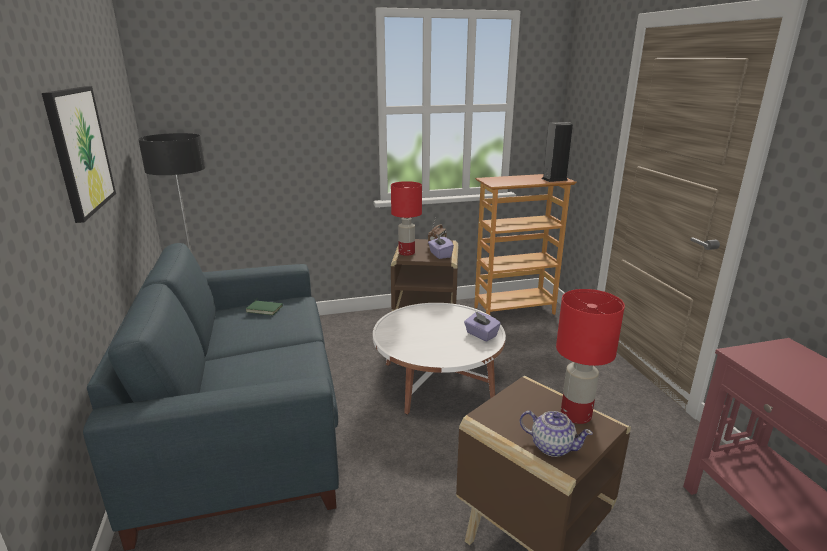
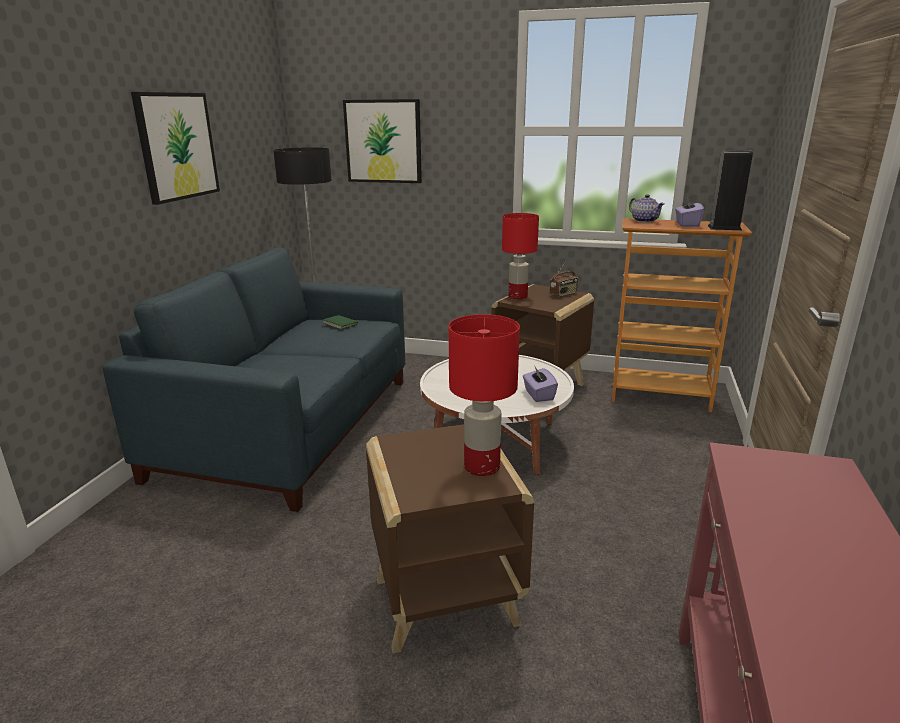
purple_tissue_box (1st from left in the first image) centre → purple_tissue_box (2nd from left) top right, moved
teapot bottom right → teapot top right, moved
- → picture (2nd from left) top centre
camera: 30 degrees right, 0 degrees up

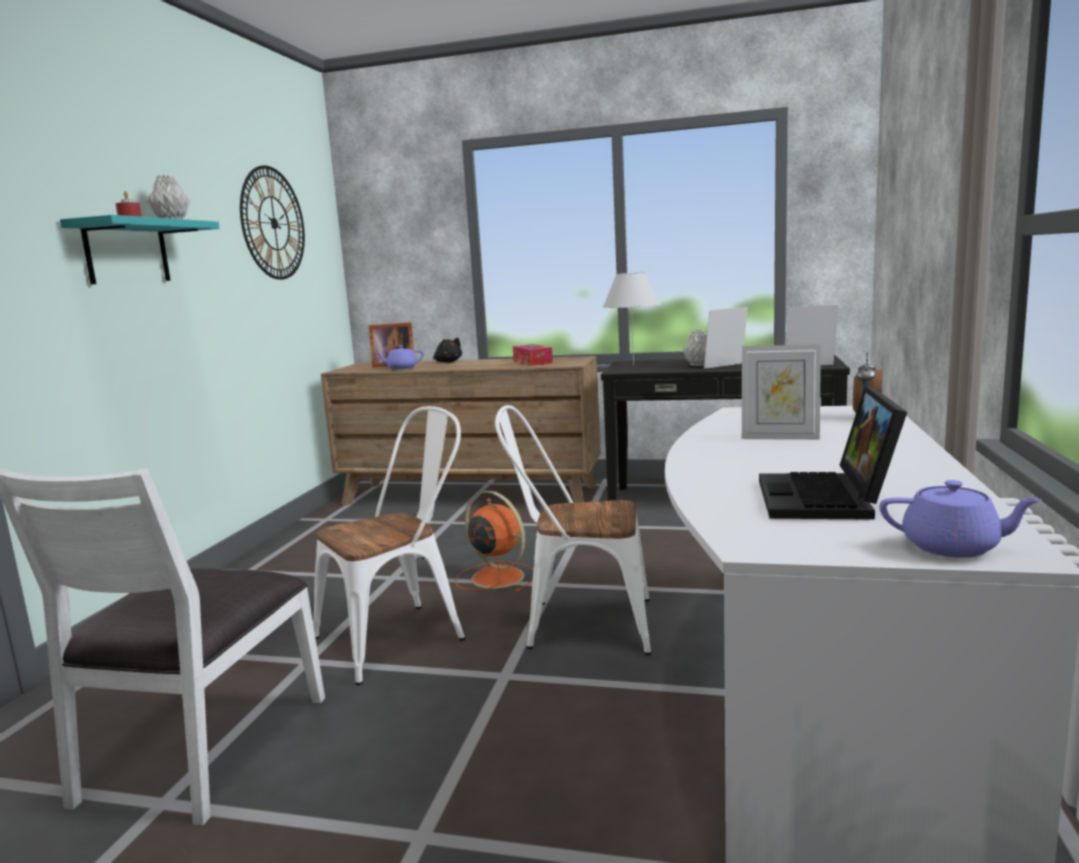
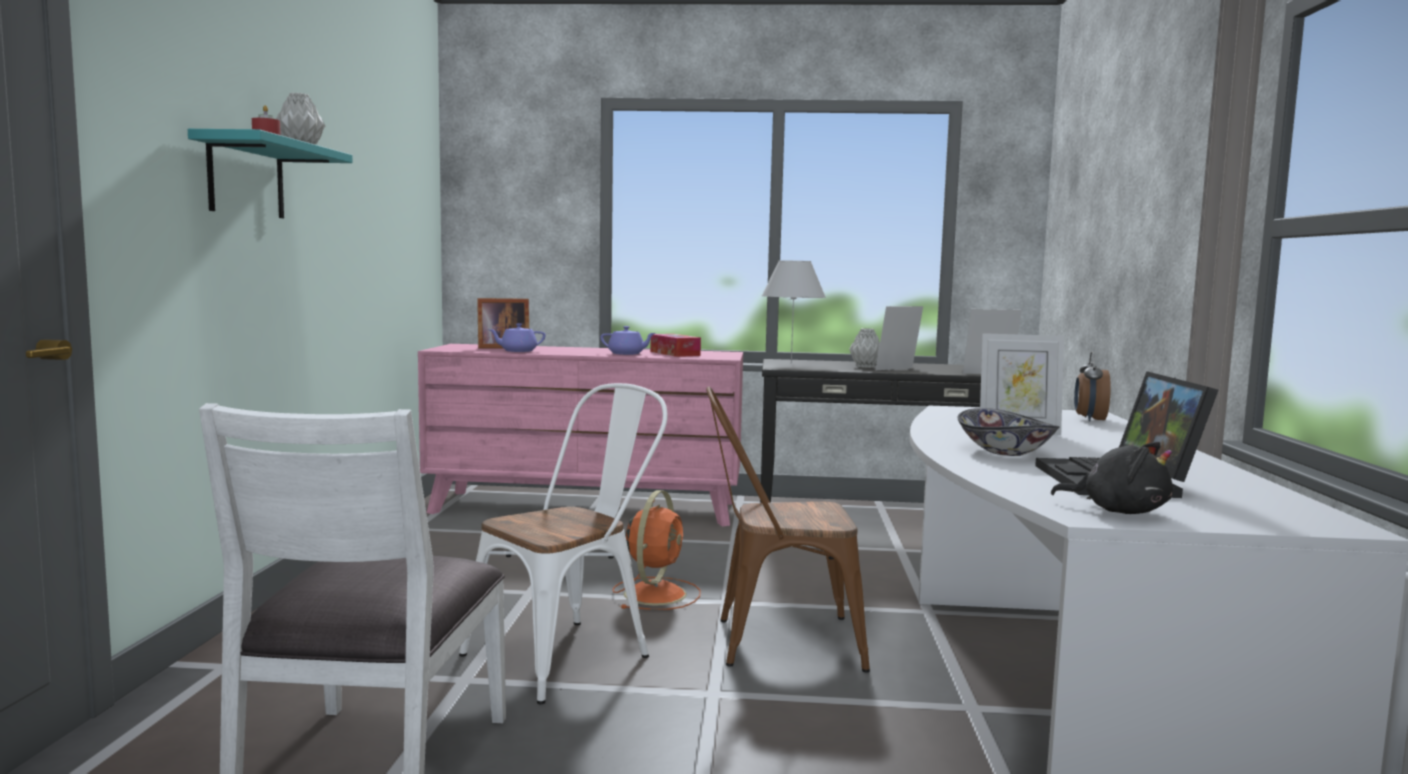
wall_clock top left → -
black_plush_toy centre → black_plush_toy middle right, moved
brown_dresser centre → pink_dresser centre
white_chair (3rd from left) centre → brown_chair bottom centre
purple_teapot (2nd from left) middle right → purple_teapot (2nd from left) centre, moved
orange_fan centre → orange_fan bottom centre, 75 degrees clockwise
- → bowl middle right
camera: 10 degrees left, 5 degrees down

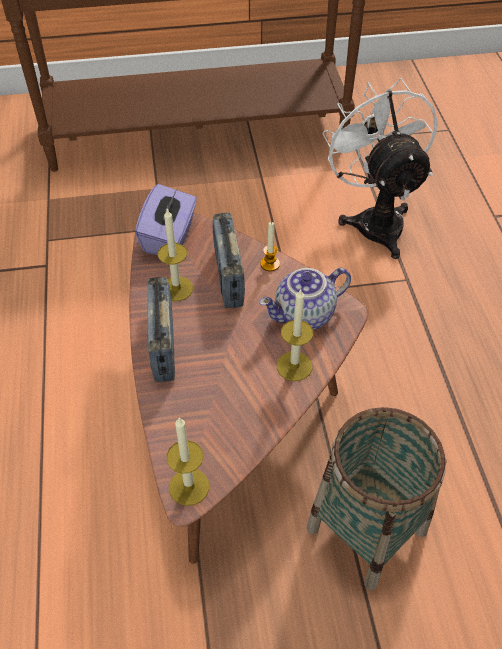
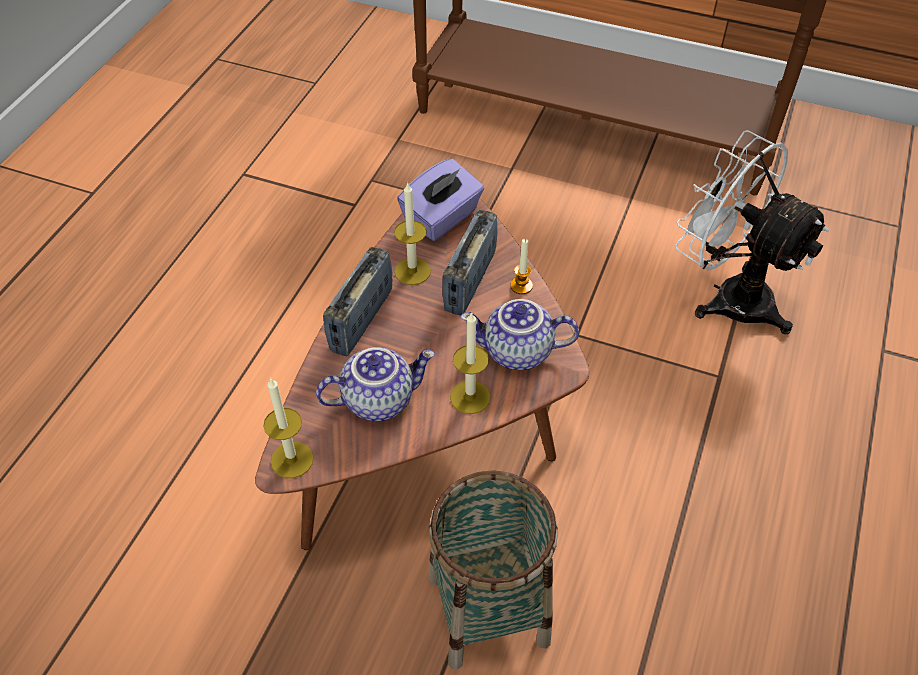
white_fan top right → white_fan middle right, 60 degrees counterclockwise
- → teapot (1st from left) centre
camera: 30 degrees right, 0 degrees up

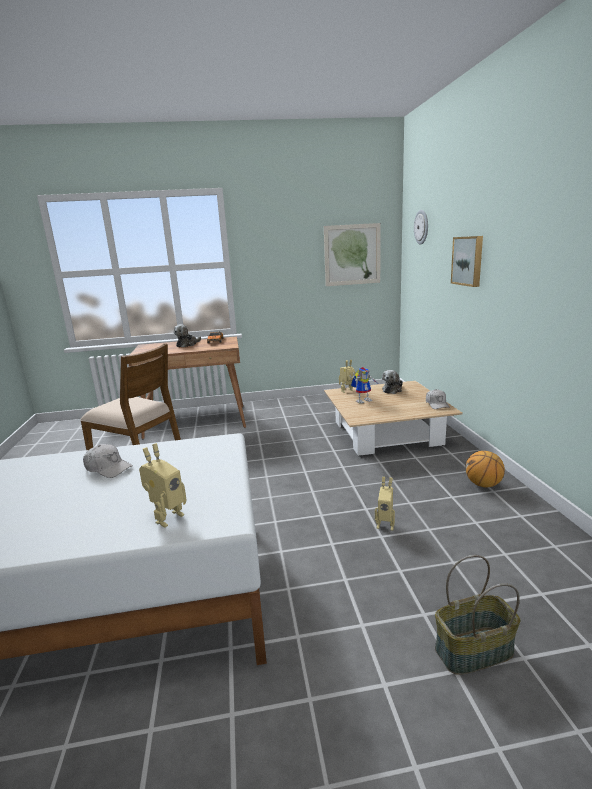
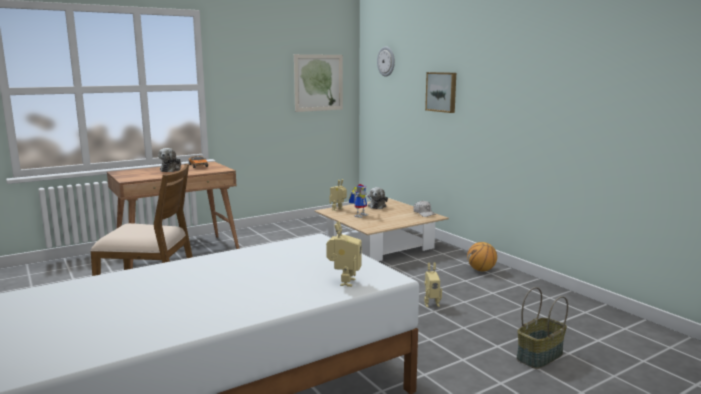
white_cap (1st from left) middle left → -
camera: 25 degrees left, 5 degrees down

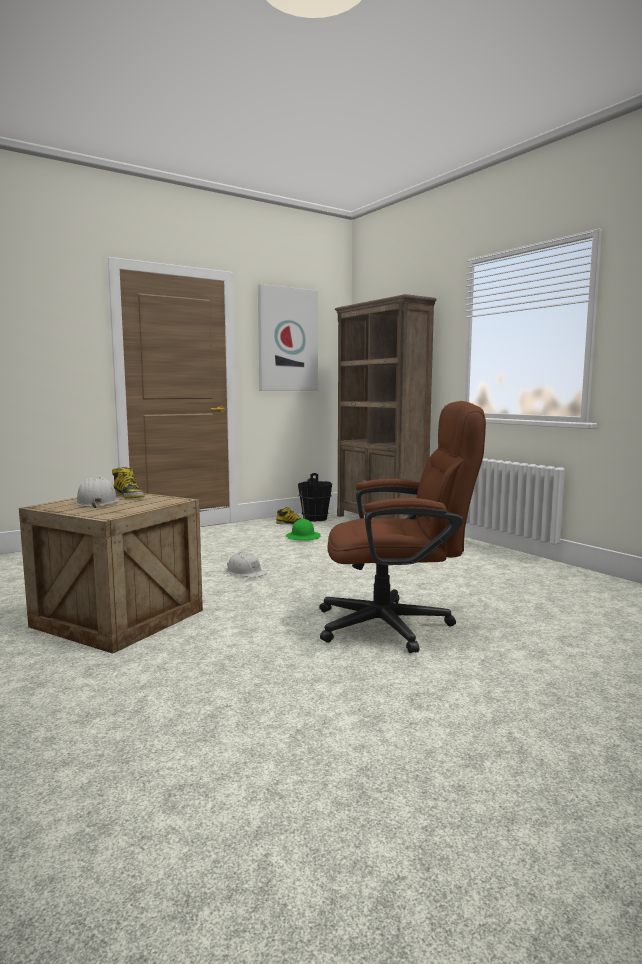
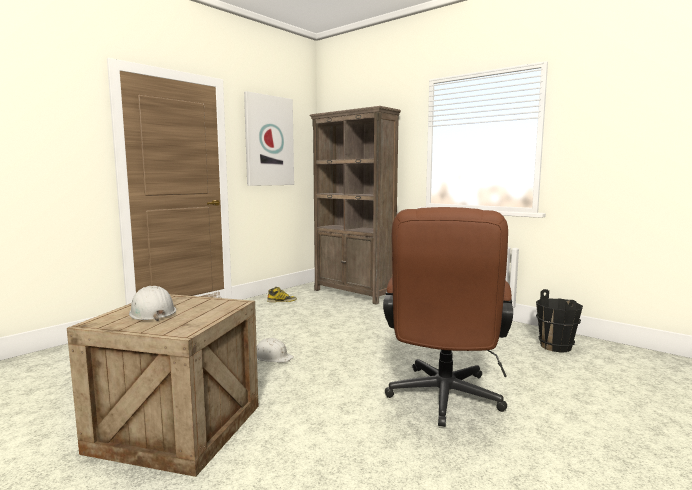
brown_office_chair centre, 120 degrees clockwise
boot (1st from left) middle left → -
black_bucket centre → black_bucket middle right, moved
green_hard_hat centre → -
camera: 15 degrees left, 0 degrees up

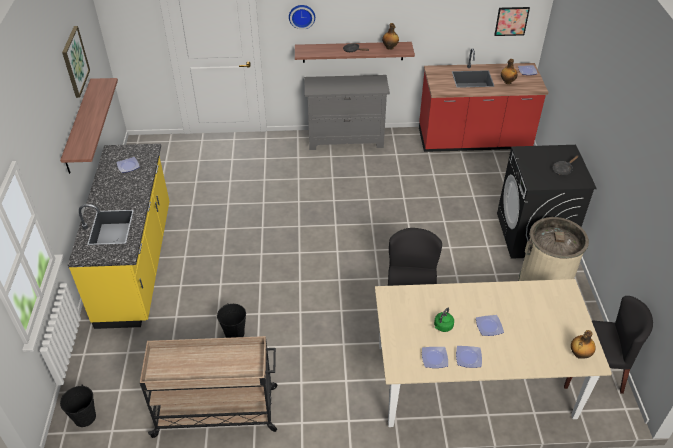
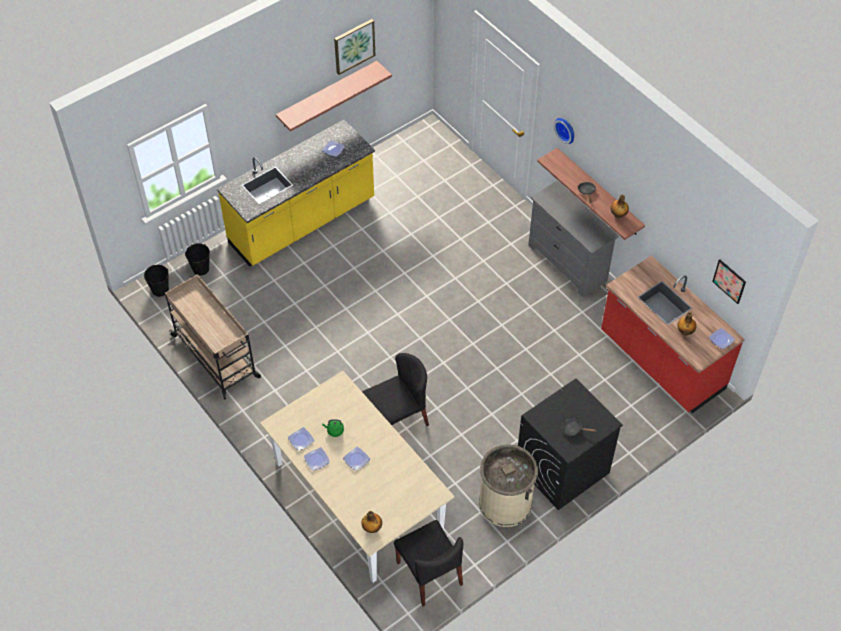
black_bucket (2nd from left) bottom centre → black_bucket (2nd from left) middle left, moved
camera: 55 degrees right, 10 degrees up

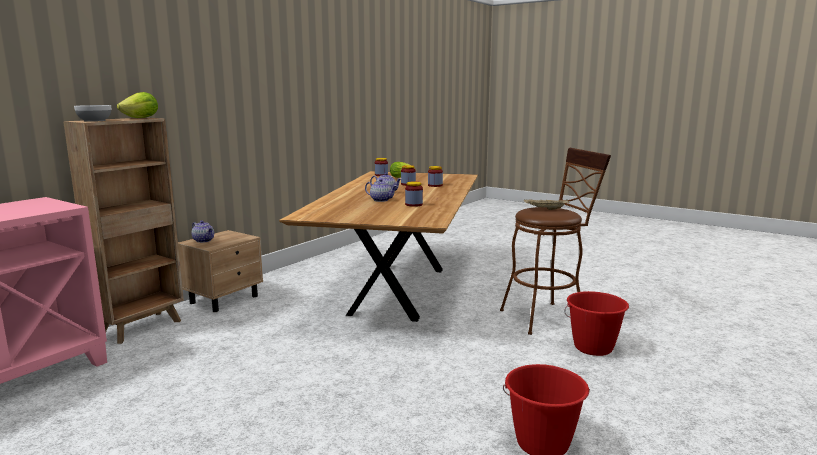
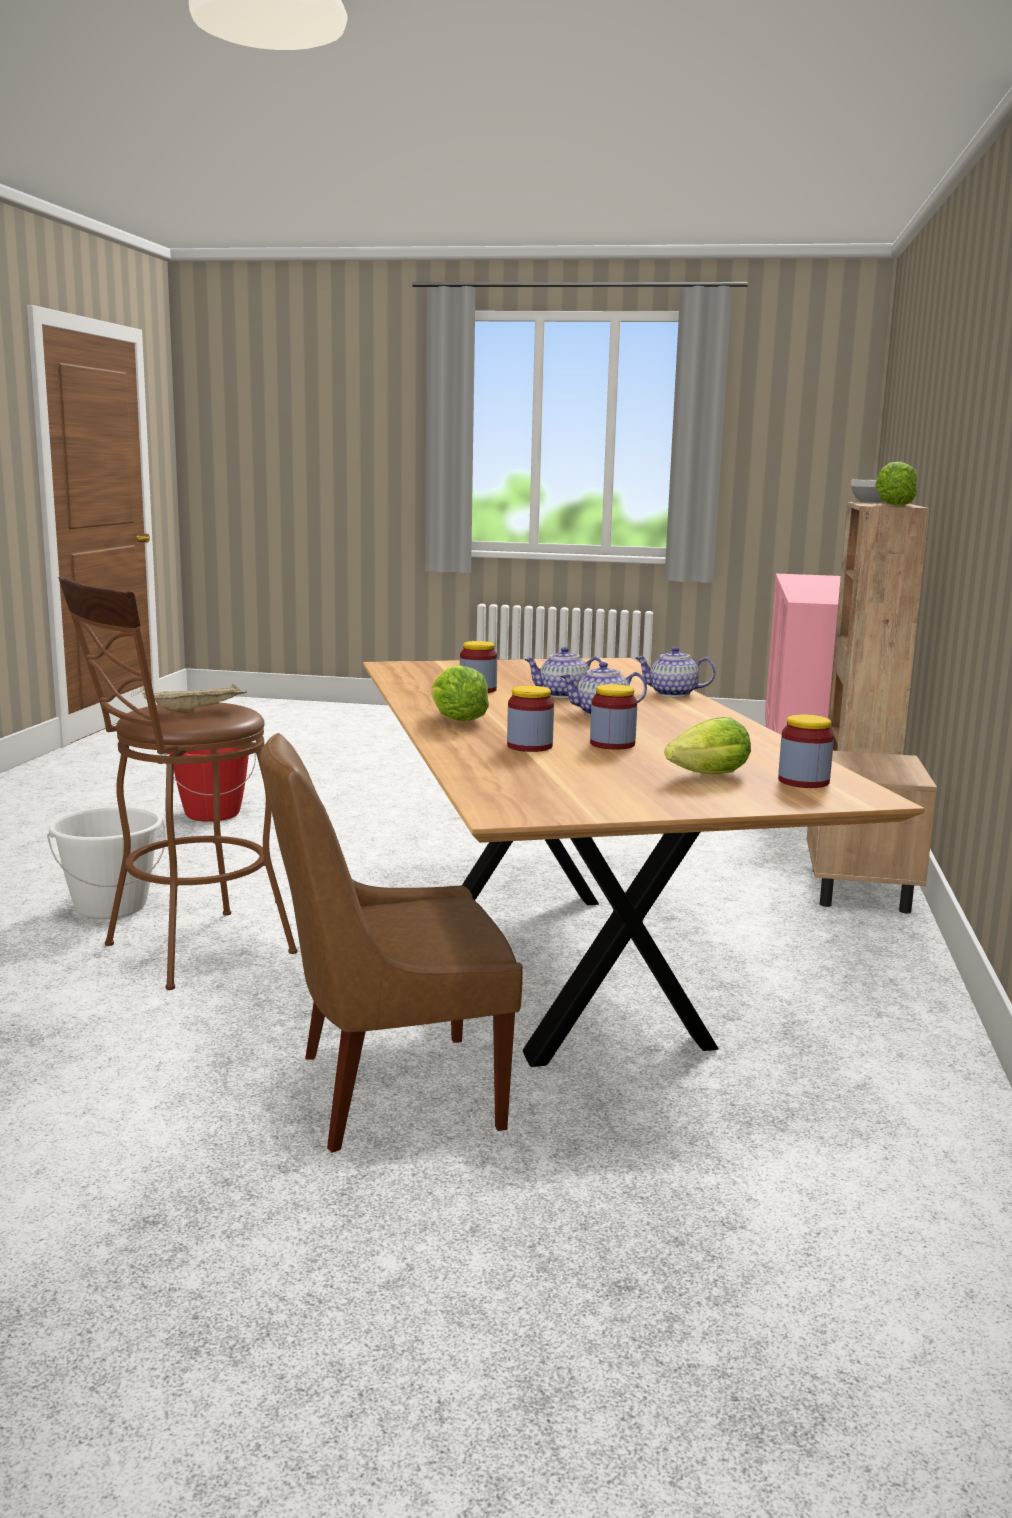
teapot (1st from left in the first image) middle left → teapot (3rd from left) middle right, moved
red_bucket (2nd from left) bottom right → white_bucket middle left
- → lettuce (1st from left) centre
- → brown_chair centre
camera: 155 degrees right, 0 degrees up

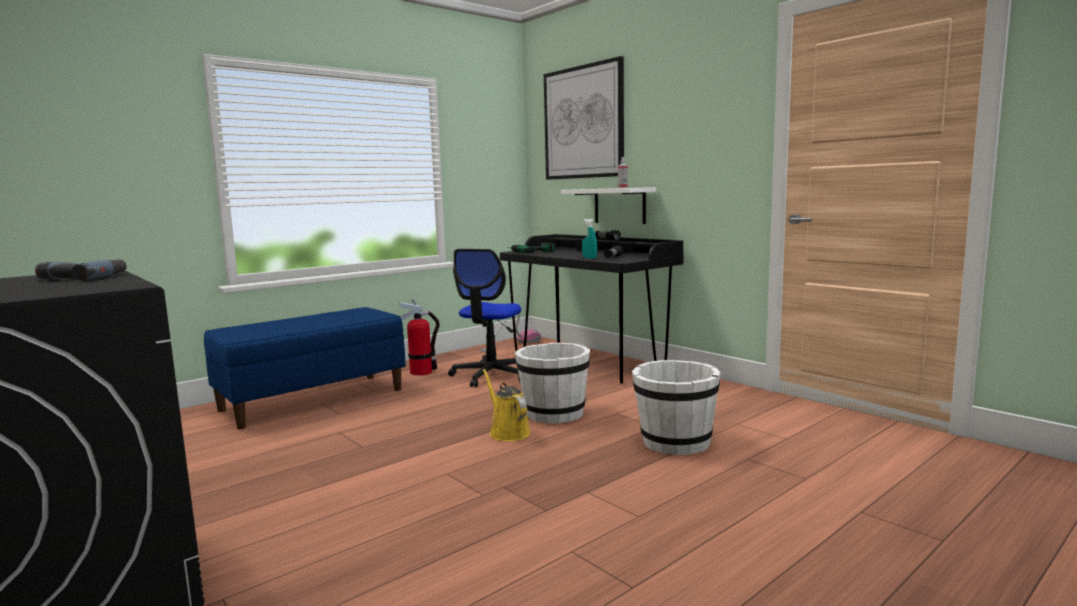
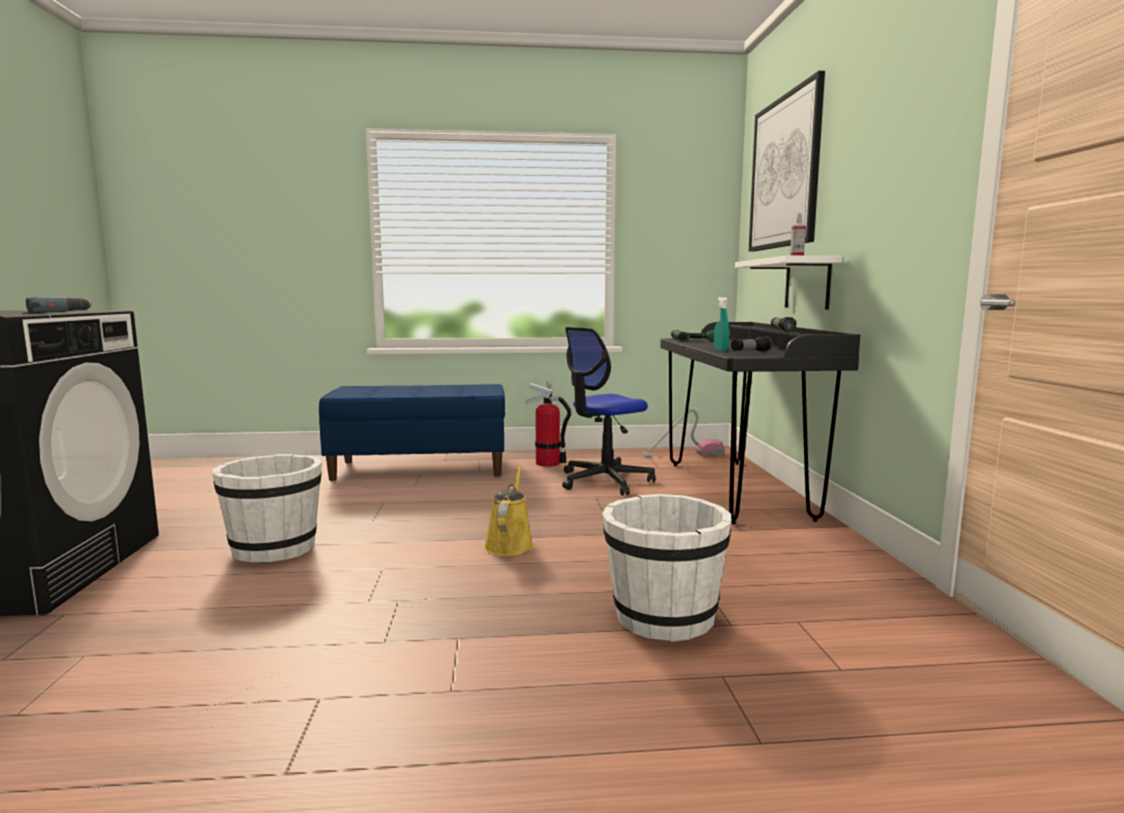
white_bucket (1st from left) centre → white_bucket (1st from left) middle left, moved
camera: 35 degrees right, 0 degrees up

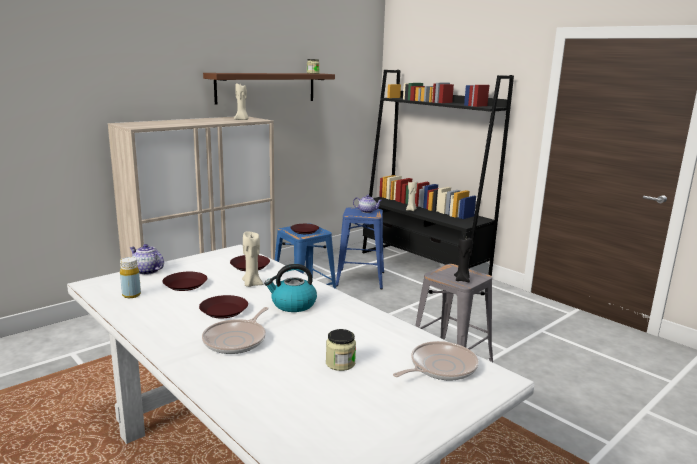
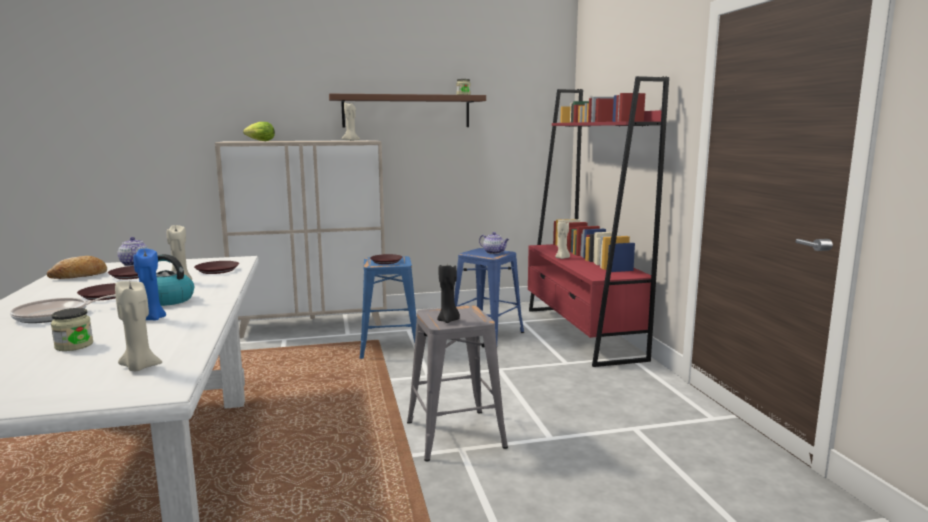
black_bookcase centre → red_bookcase centre
yellow_bottle middle left → bread middle left
frying_pan (2nd from left) bottom centre → beige_candle (1st from left) middle left
- → lettuce top left
- → blue_candle middle left
camera: 30 degrees right, 5 degrees down

